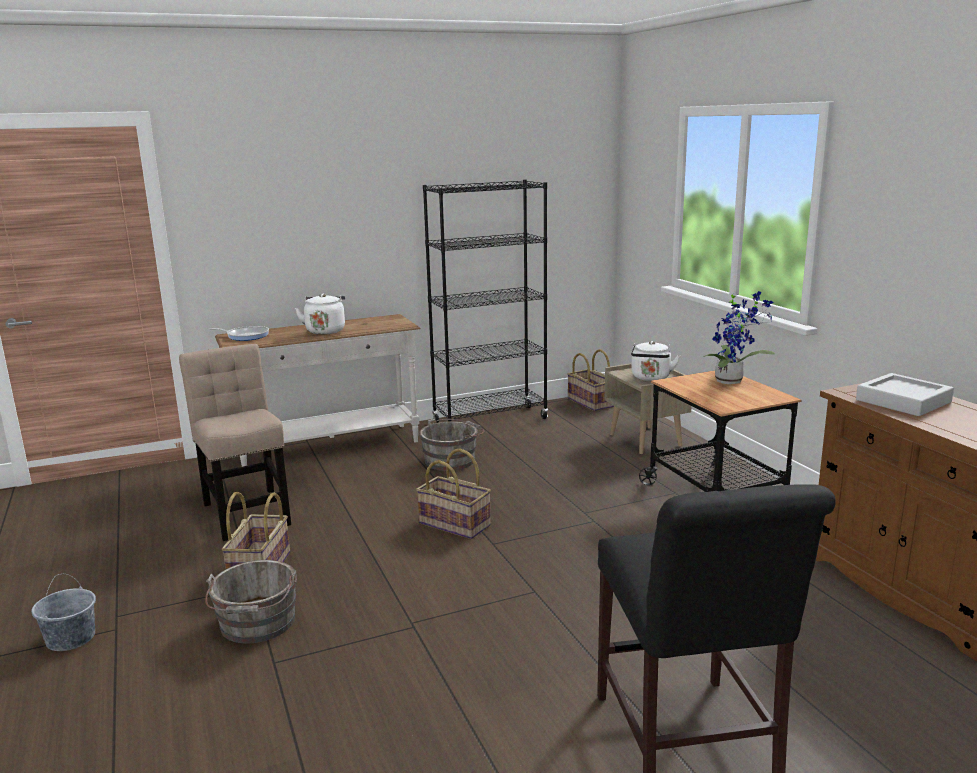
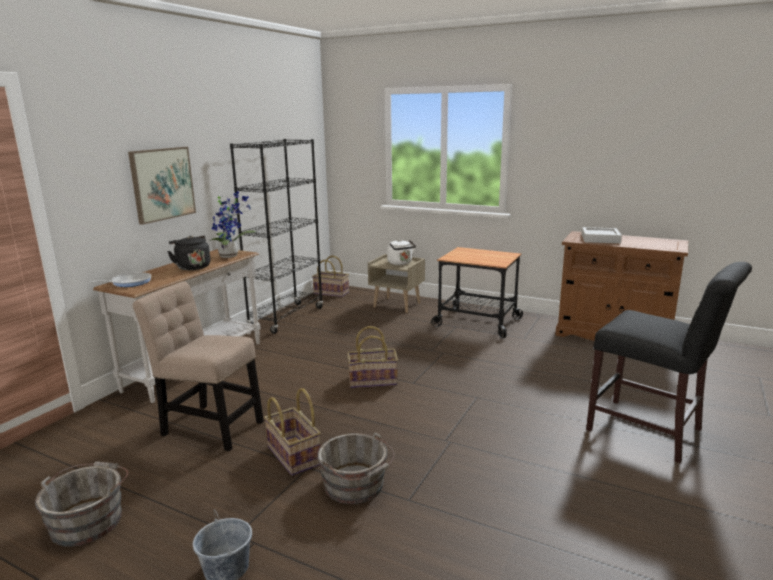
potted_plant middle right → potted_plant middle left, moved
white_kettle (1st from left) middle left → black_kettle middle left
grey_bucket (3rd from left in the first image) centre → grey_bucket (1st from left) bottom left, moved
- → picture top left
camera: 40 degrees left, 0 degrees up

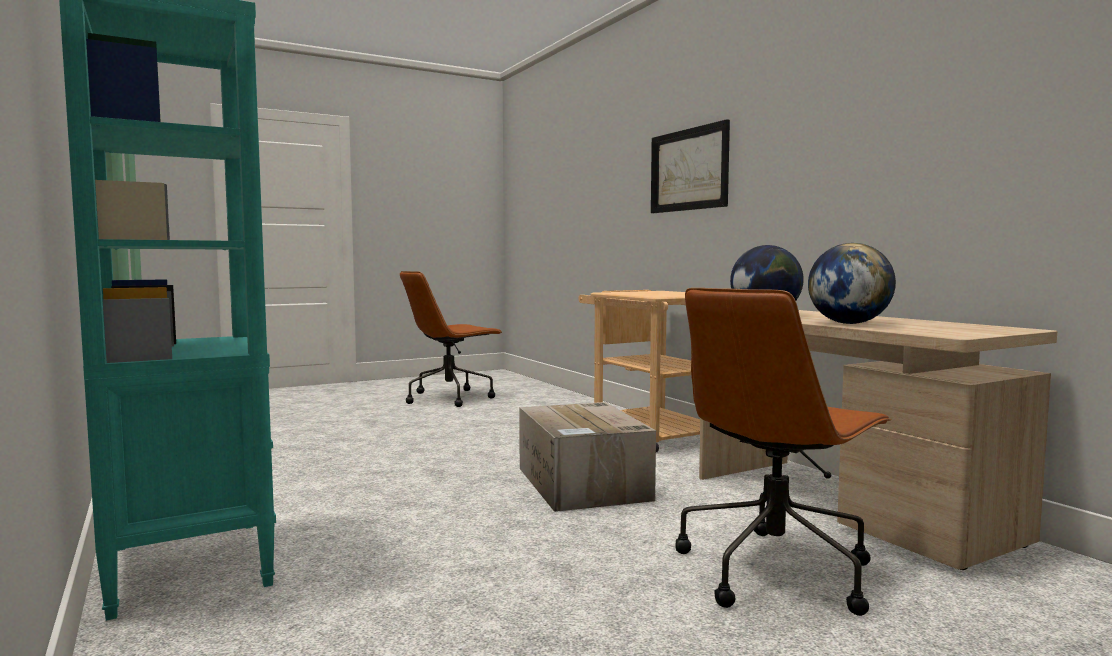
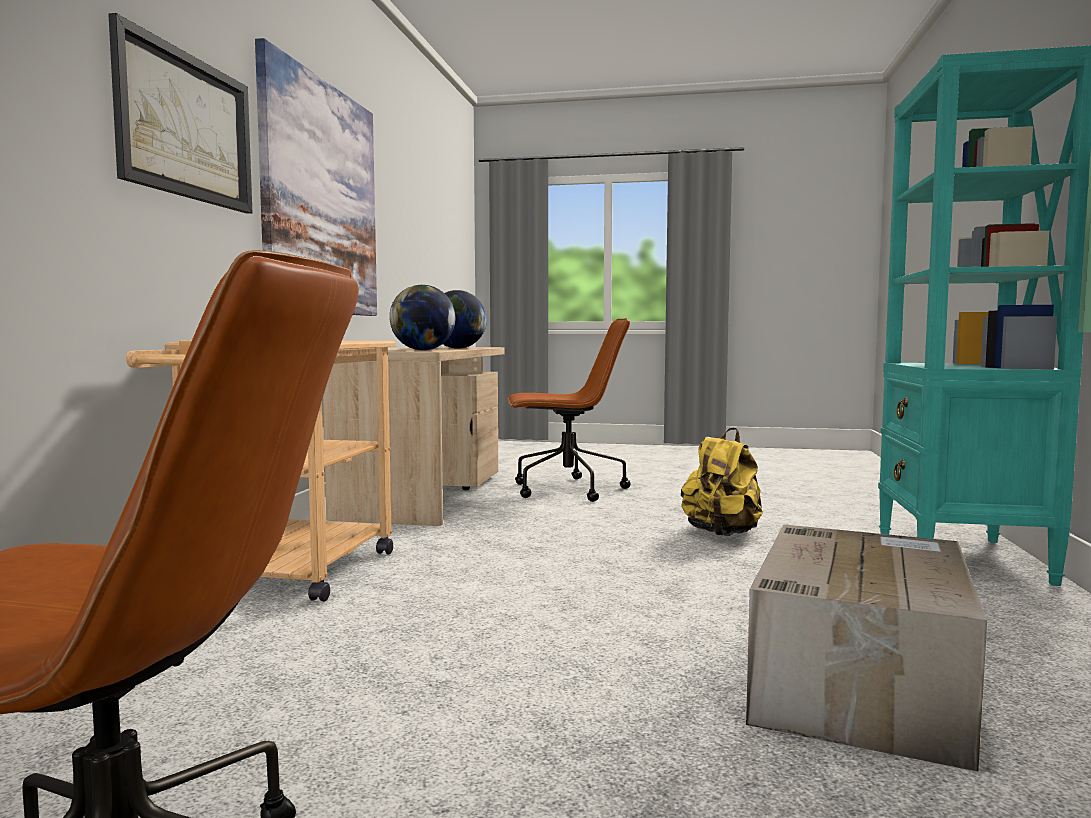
cardboard_box bottom centre → cardboard_box bottom right, moved
- → picture (2nd from left) top left
- → yellow_backpack centre
camera: 140 degrees left, 0 degrees up

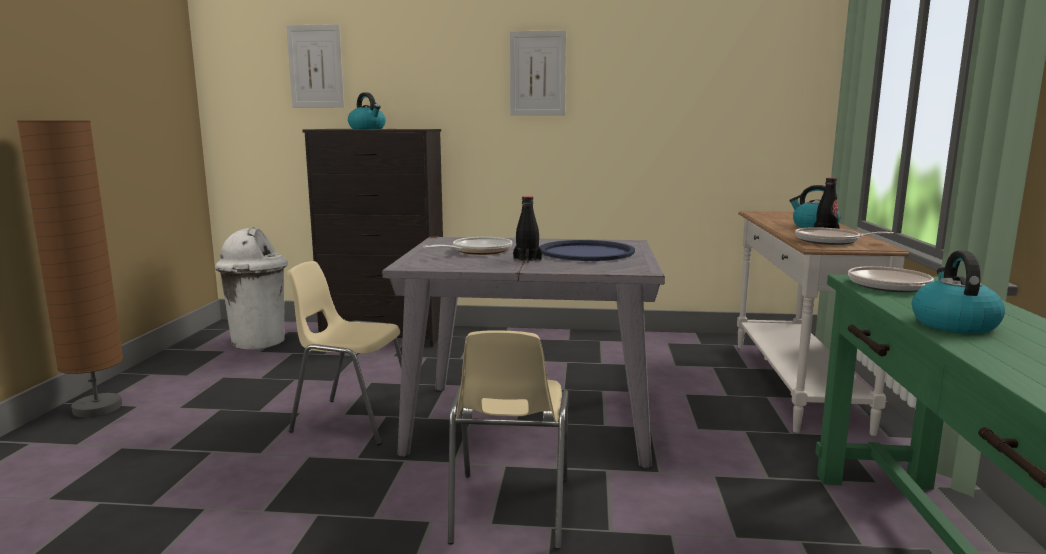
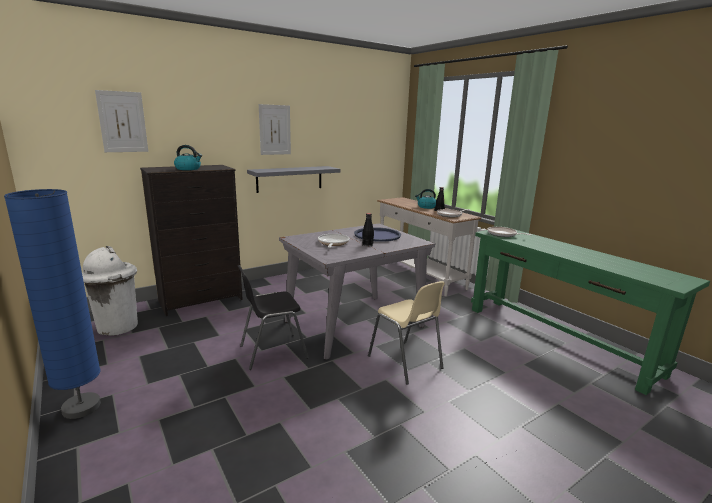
brown_floor_lamp middle left → blue_floor_lamp middle left
kettle (3rd from left) middle right → -
beige_chair (1st from left) middle left → black_chair centre
- → grey_shelf centre
camera: 40 degrees left, 5 degrees up

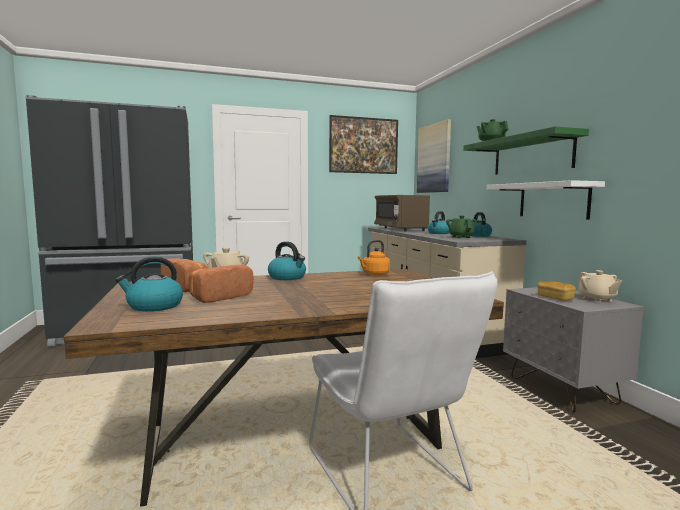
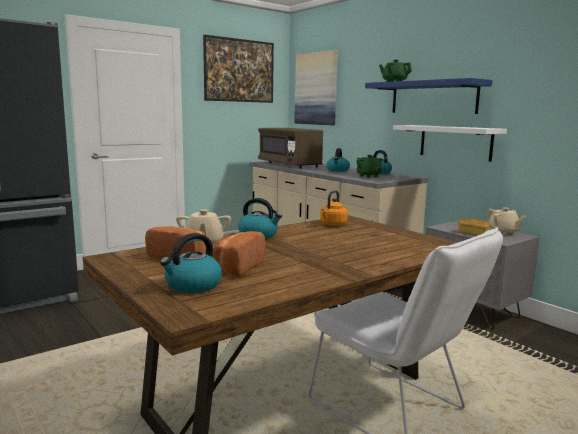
green_shelf top right → blue_shelf top right
camera: 20 degrees left, 5 degrees up

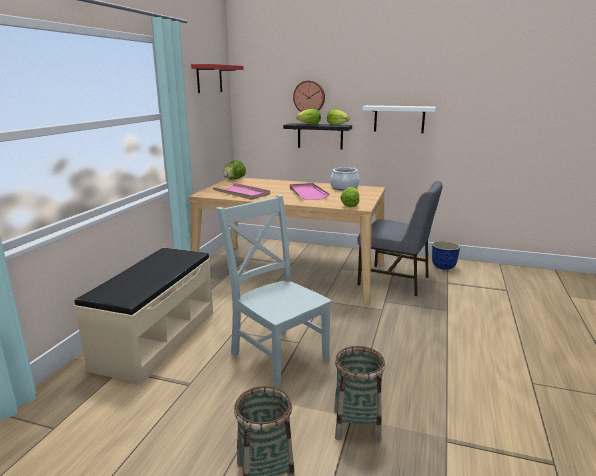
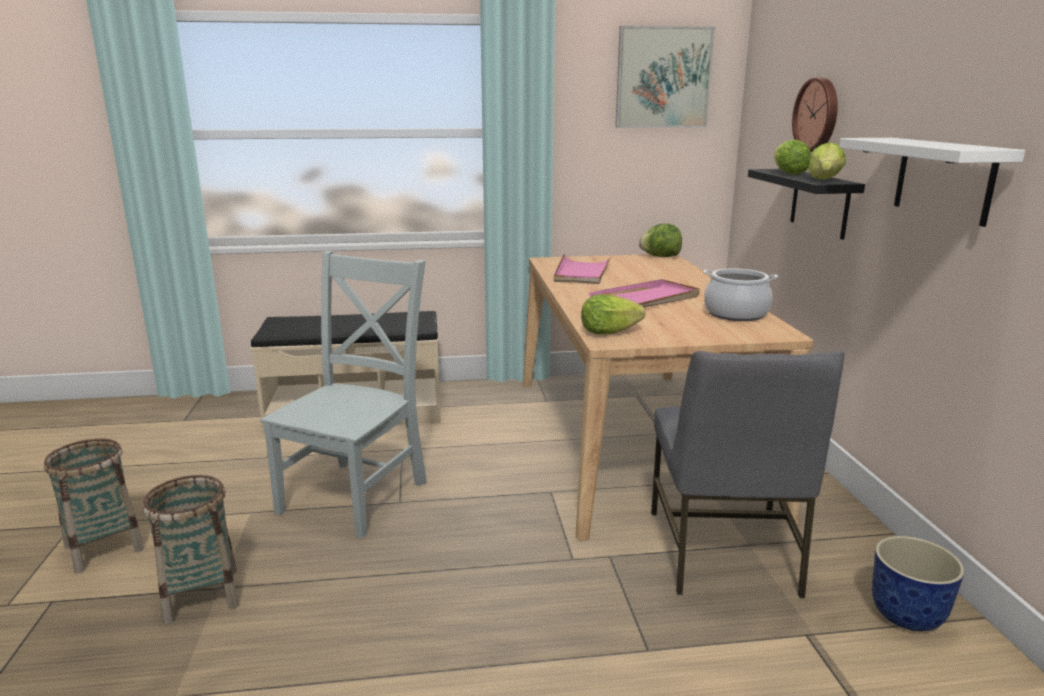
red_shelf top centre → picture top centre
camera: 65 degrees right, 0 degrees up

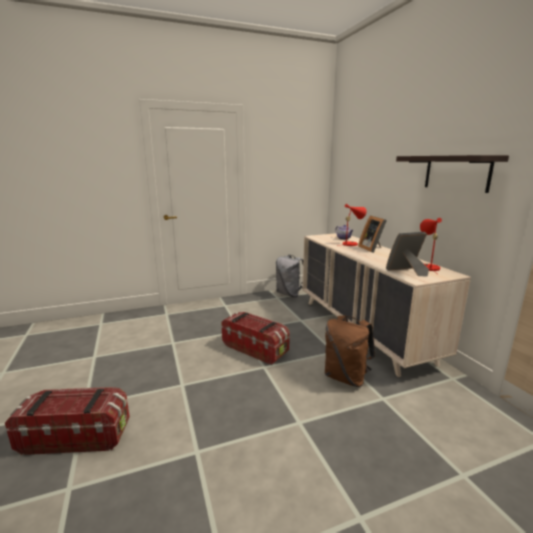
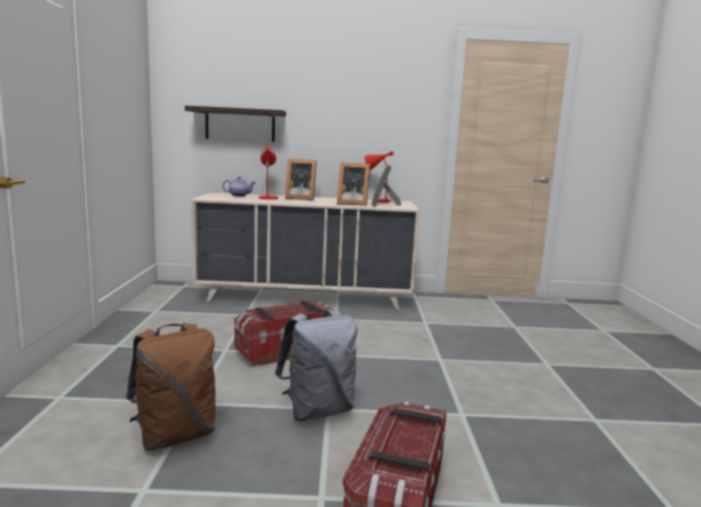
shelf top right → shelf top centre, moved
grey_backpack centre → grey_backpack bottom centre, moved
brown_backpack centre → brown_backpack bottom left, moved
- → picture_frame (2nd from left) centre
camera: 70 degrees left, 5 degrees down

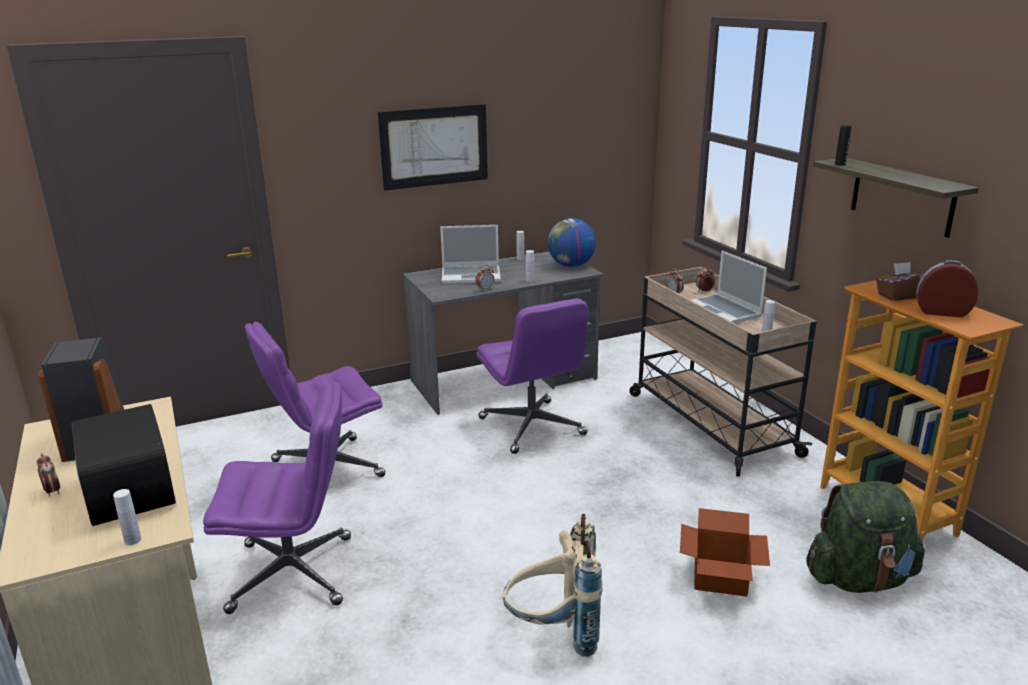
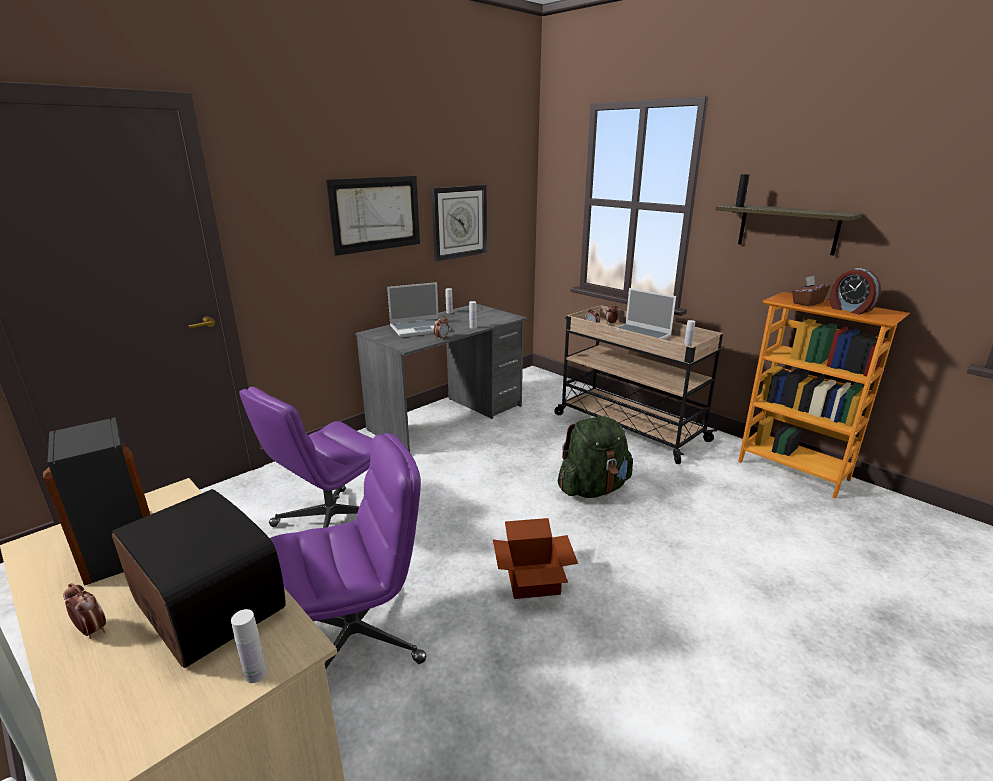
globe centre → -
alarm_clock (5th from left) middle right, 120 degrees counterclockwise
purple_office_chair (3rd from left) centre → -
green_backpack bottom right → green_backpack centre, moved
cardboard_box bottom right → cardboard_box bottom centre, moved
beige_backpack bottom centre → -
- → wall_clock top centre
camera: 20 degrees left, 0 degrees up

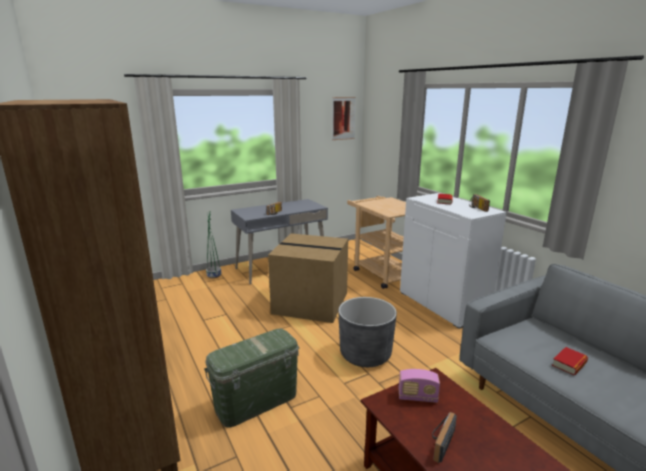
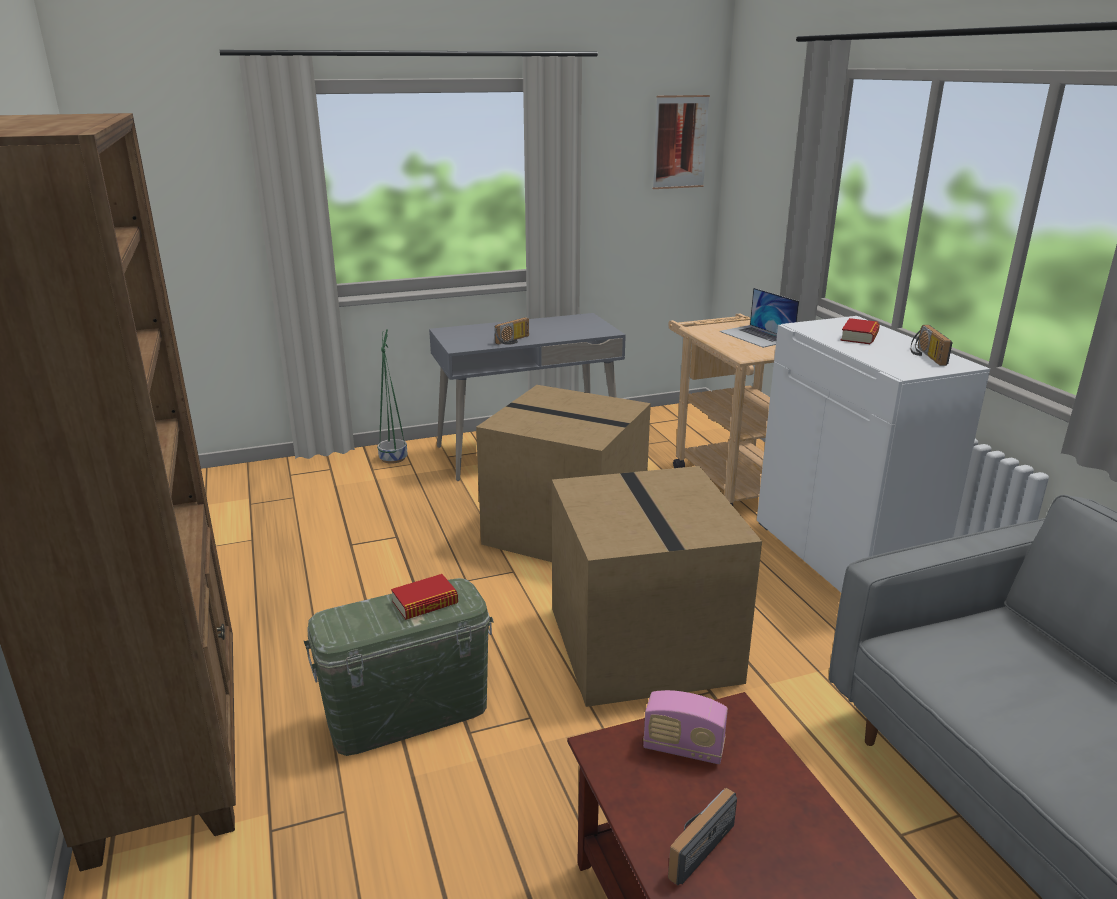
grey_planter bottom centre → cardboard_box (2nd from left) centre
book (2nd from left in the first image) bottom right → book (1st from left) centre, moved
- → laptop middle right
camera: 10 degrees right, 5 degrees up

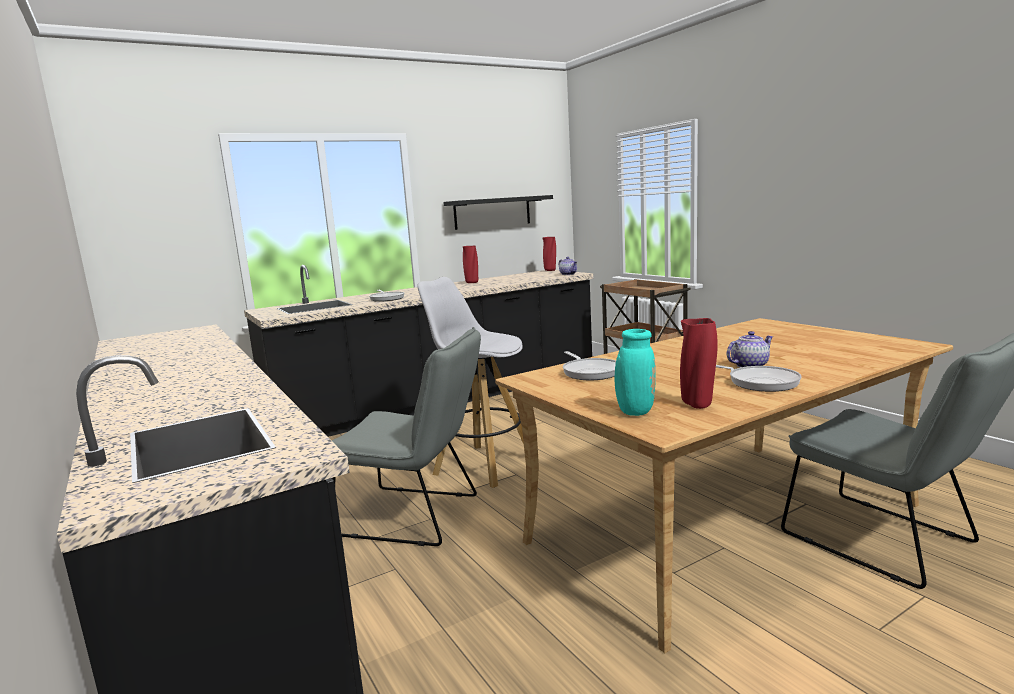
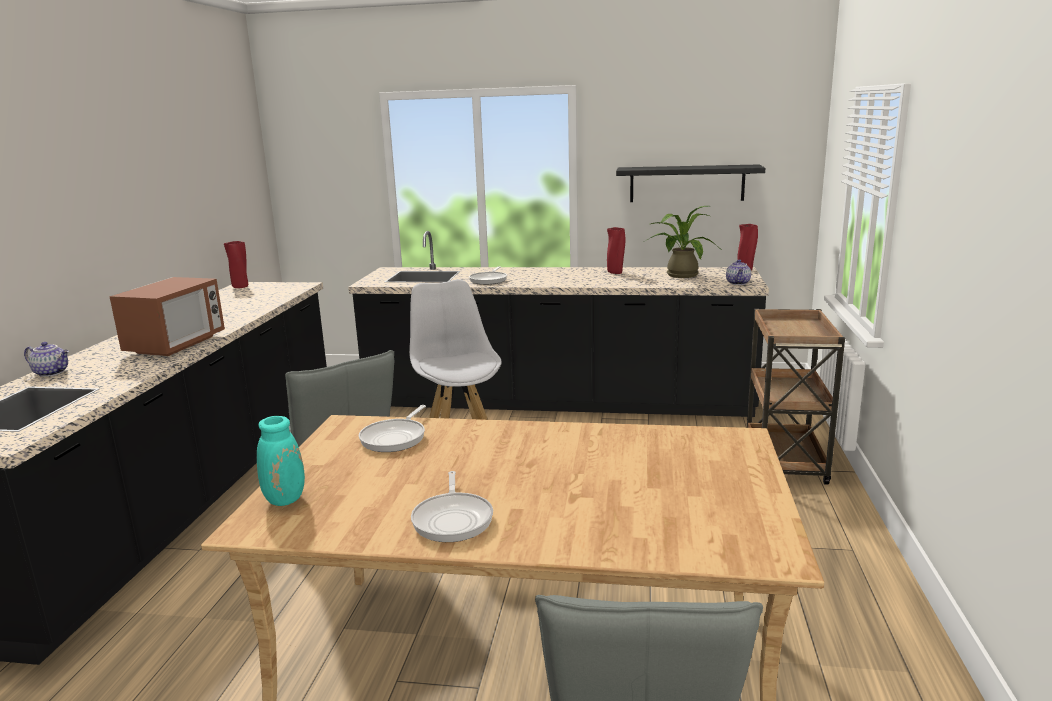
red_vase (3rd from left in the first image) middle right → red_vase (1st from left) middle left, moved
teapot (2nd from left in the first image) middle right → teapot (1st from left) middle left, moved
- → potted_plant centre
- → microwave middle left
camera: 40 degrees right, 5 degrees up

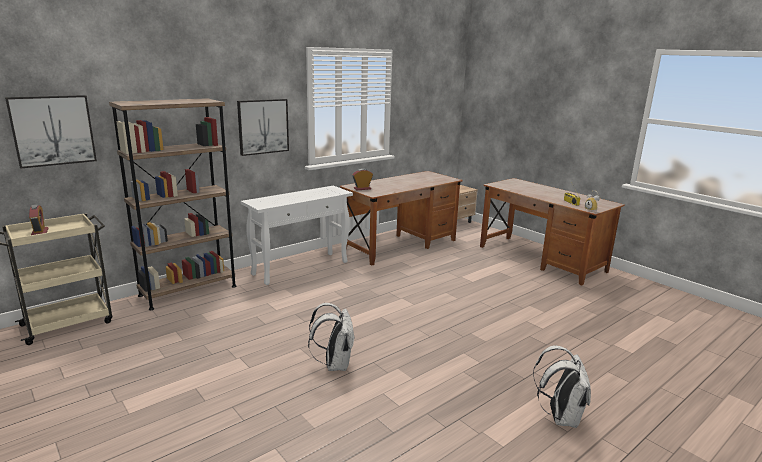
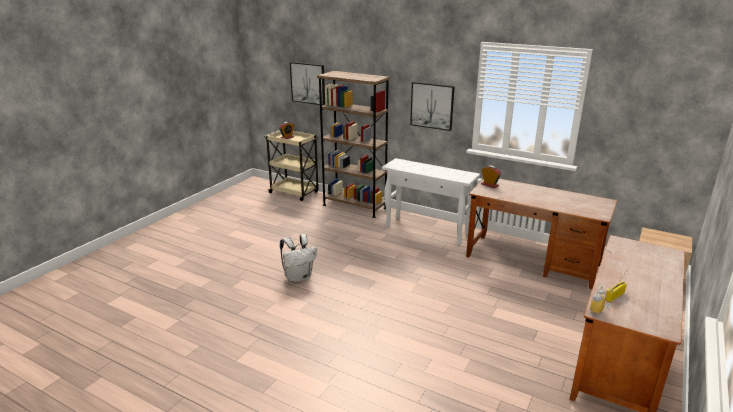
white_backpack (2nd from left) bottom right → -
camera: 70 degrees right, 5 degrees up

